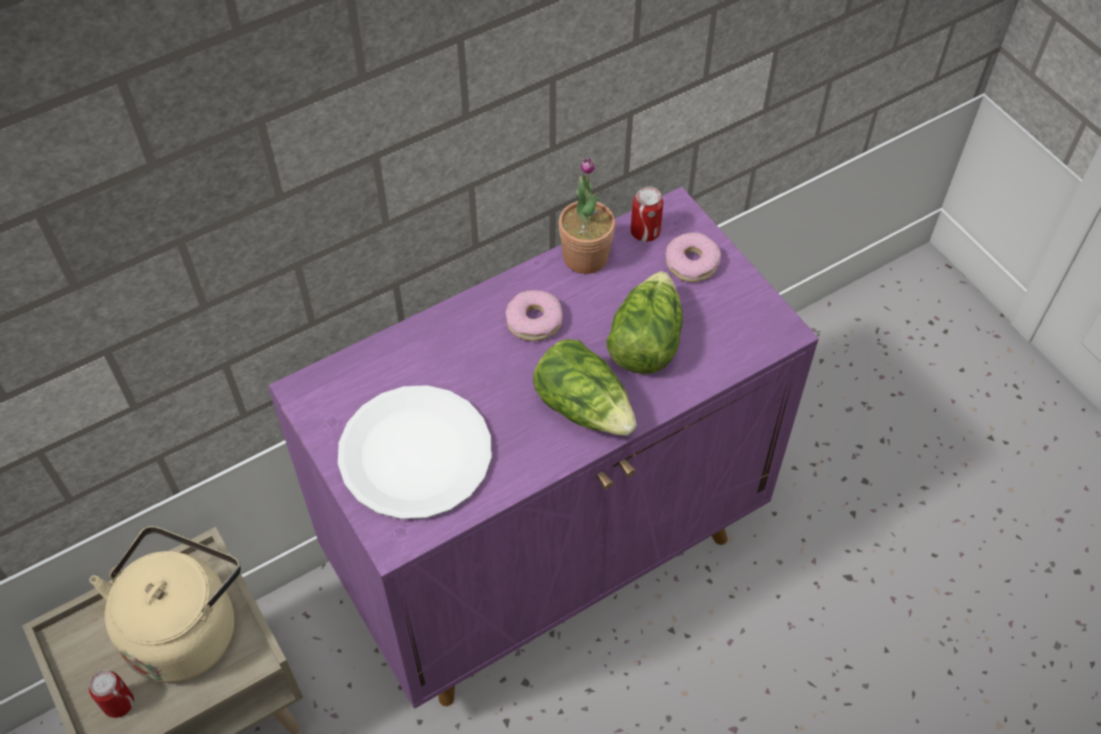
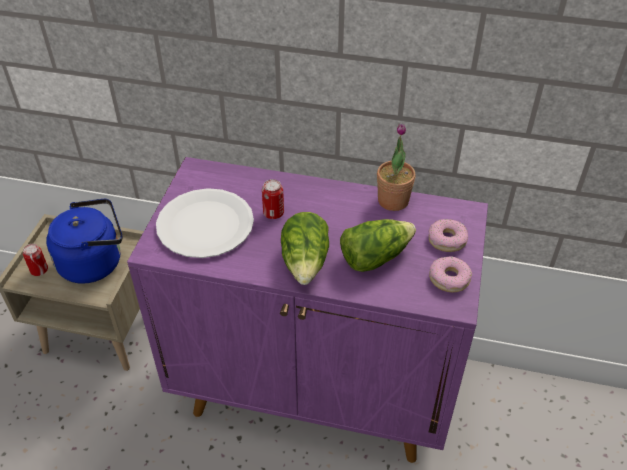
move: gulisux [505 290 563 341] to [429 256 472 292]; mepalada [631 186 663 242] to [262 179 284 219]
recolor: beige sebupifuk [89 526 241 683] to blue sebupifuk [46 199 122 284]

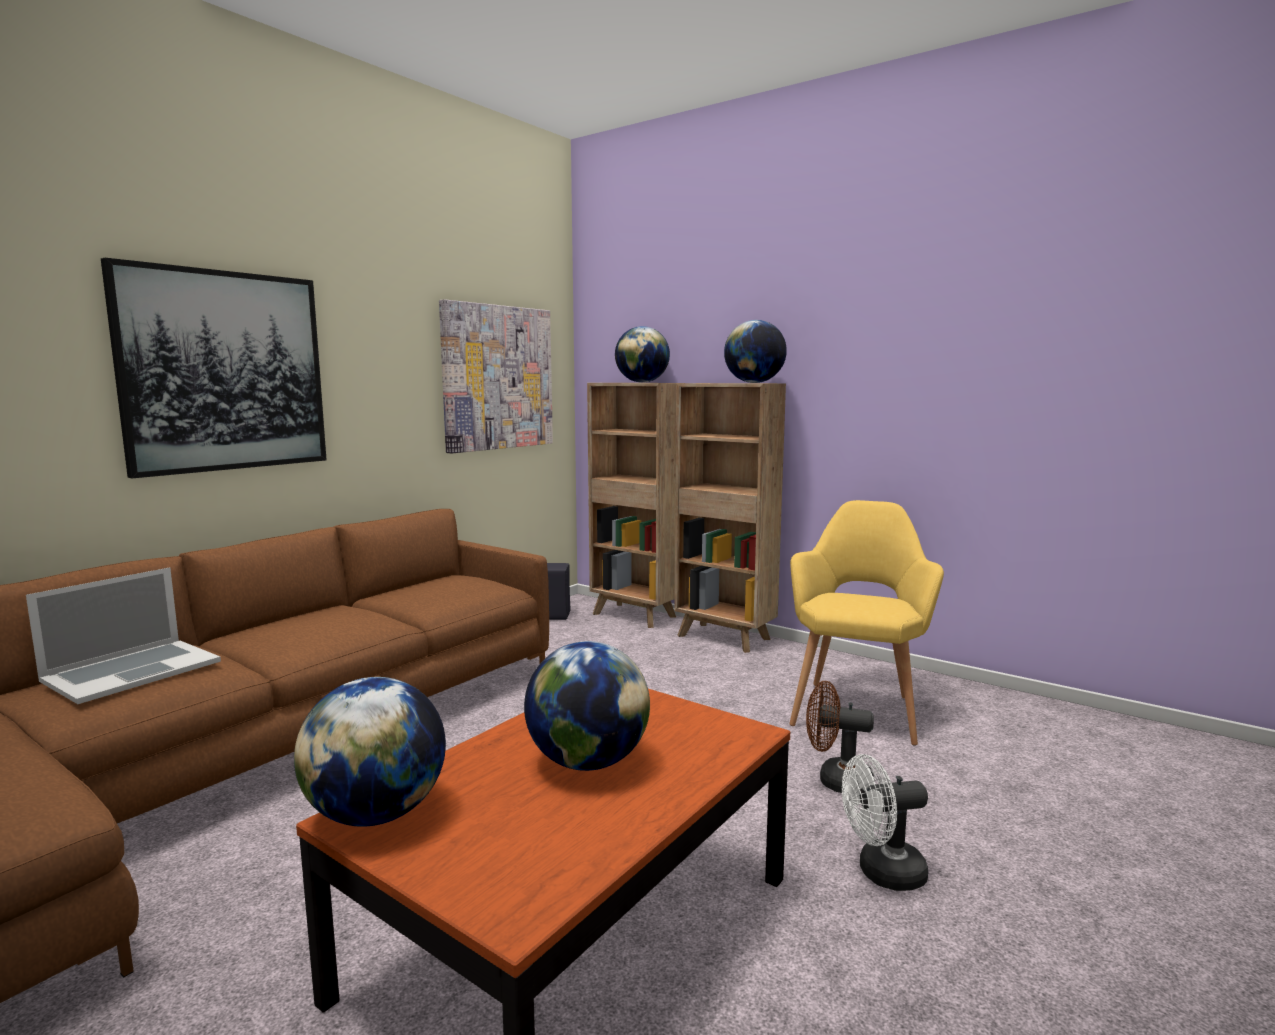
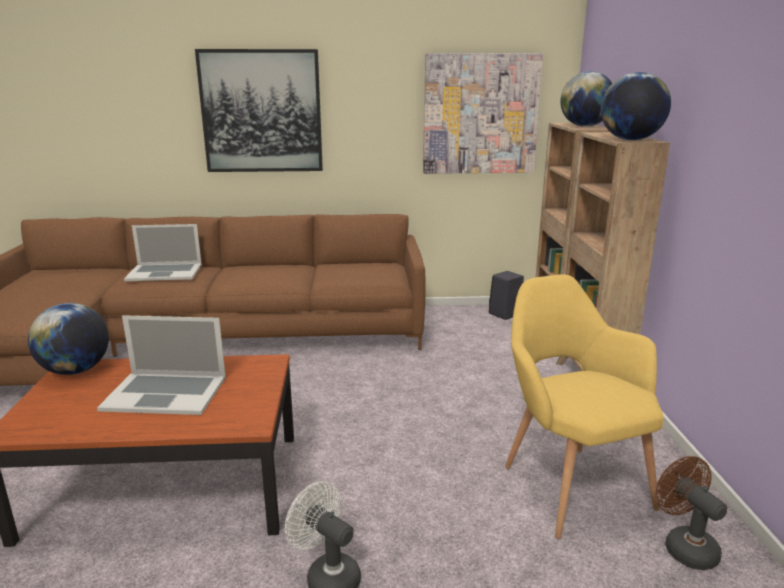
move: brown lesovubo [806 681 874 793] to [655 456 727 570]
replace: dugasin [524 641 650 771] to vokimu [97 315 226 415]
rotate: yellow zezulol [790 500 944 746] = [505 274 664 539] 90 degrees counterclockwise

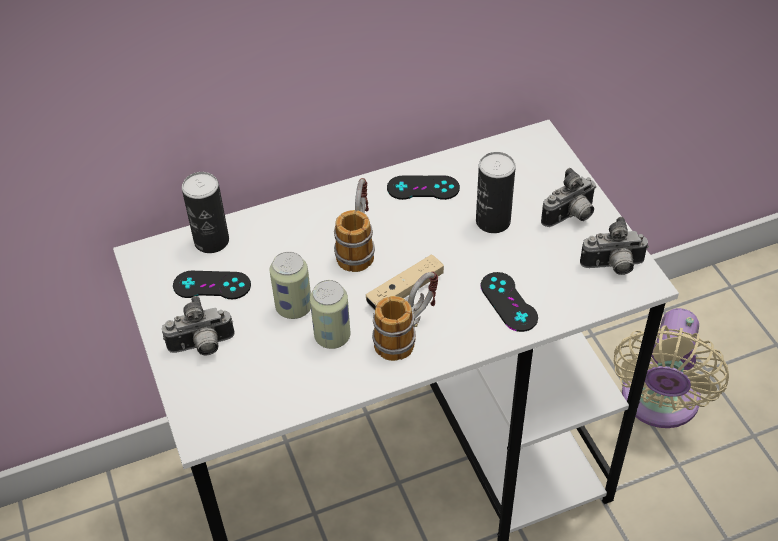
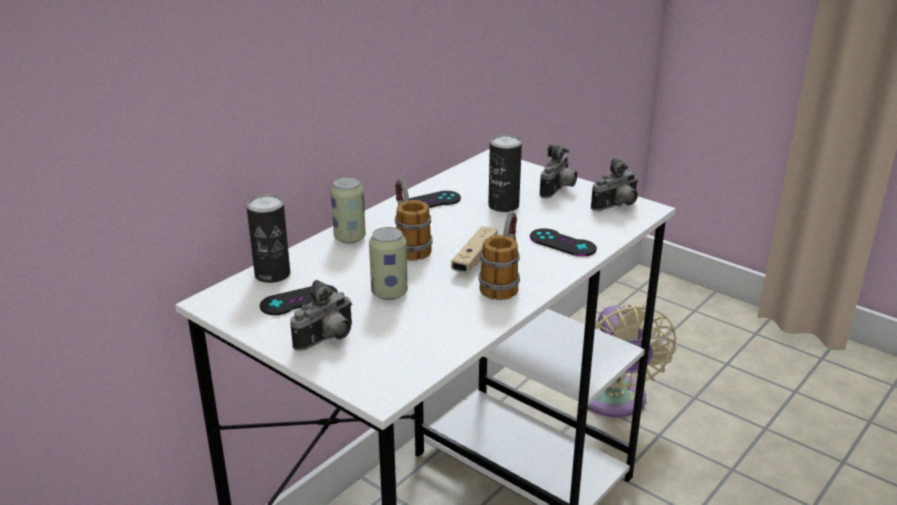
move: mepalada [310 280 350 349] to [331 177 366 243]

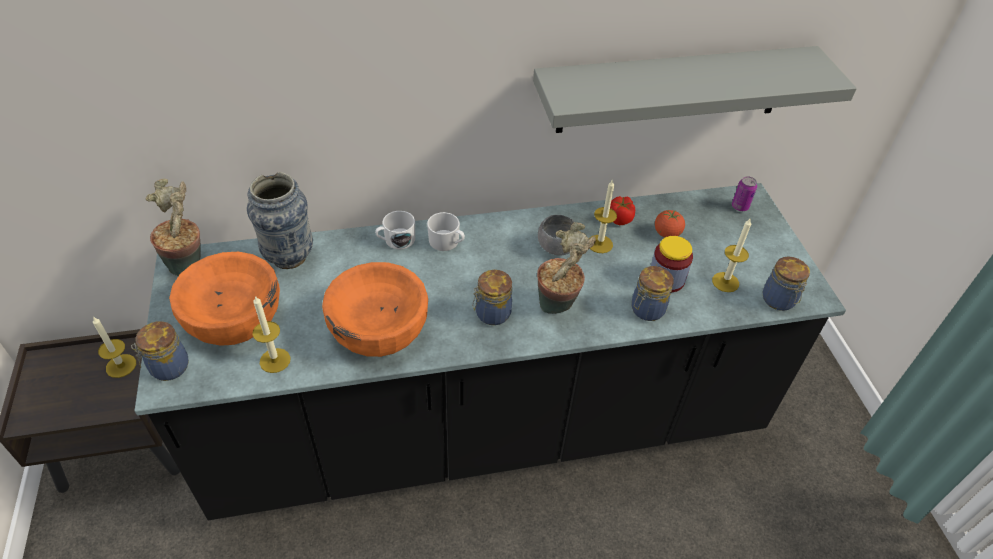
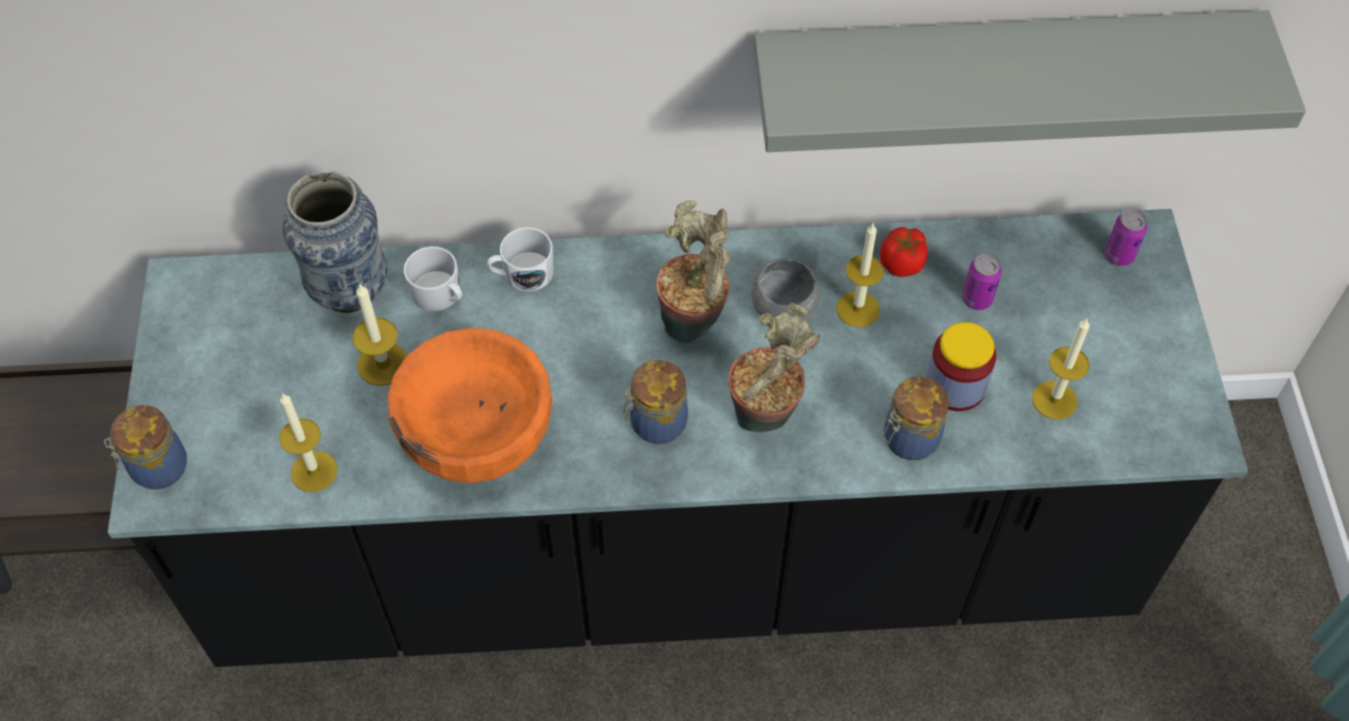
delete: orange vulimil [169 252 280 346]; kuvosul [763 257 810 311]
move: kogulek [93 317 136 378] to [352 283 407 386]; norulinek [146 179 201 276] to [656 200 730 343]; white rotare [427 212 465 251] to [403 246 462 311]
replace: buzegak [655 210 685 237] to mepalada [962 254 1002 310]

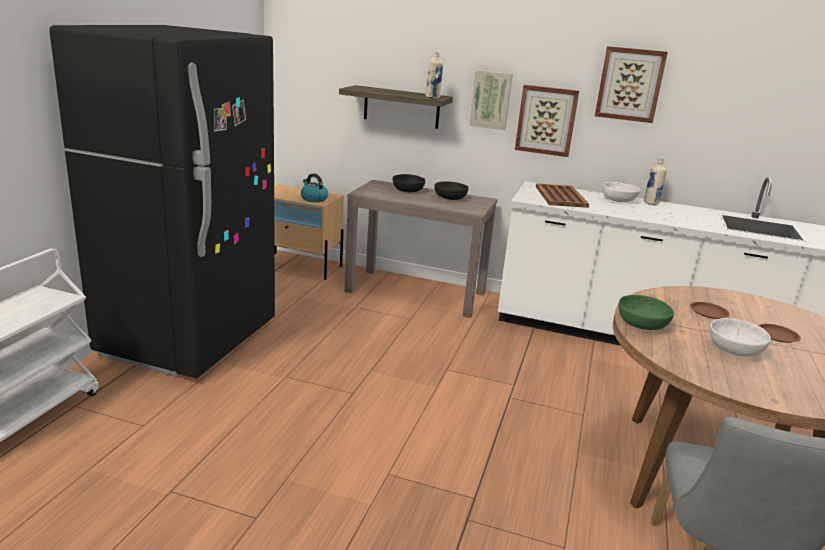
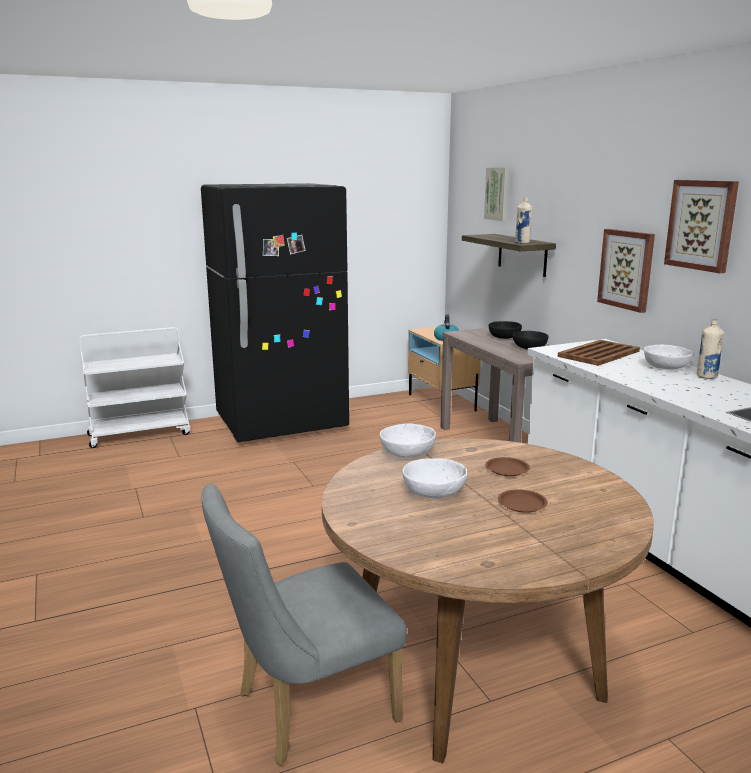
move: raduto [469 70 513 130] to [484 167 510 221]
recolor: green vulimil [619 295 674 330] to white vulimil [380 424 436 458]

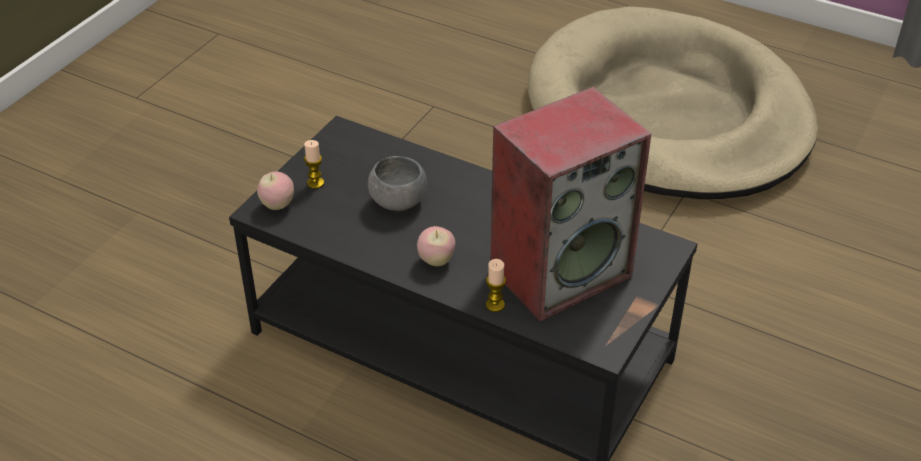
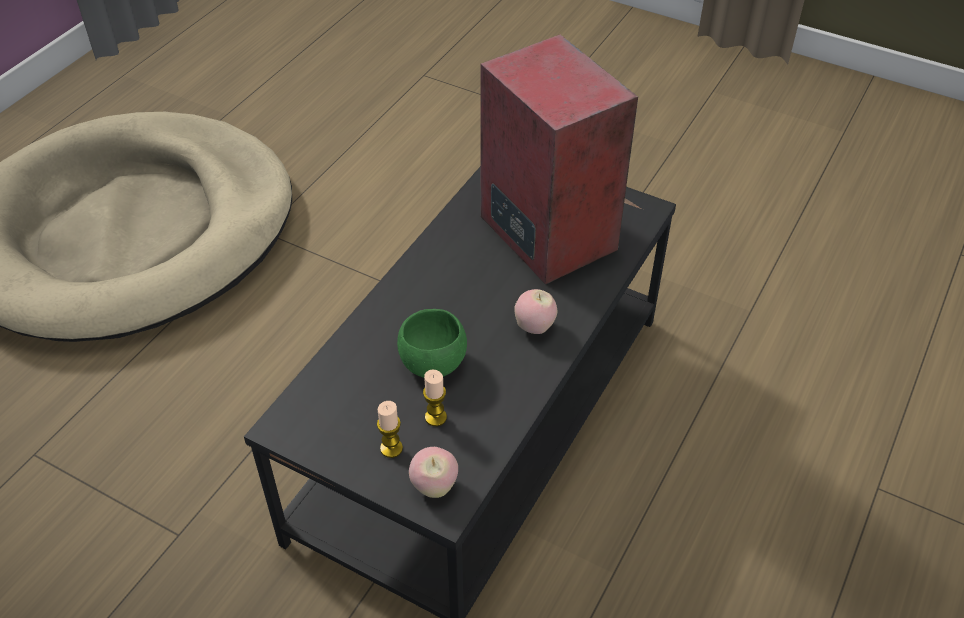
move: kogulek [486 259 506 312] to [423 370 447 426]
recolor: grey vulimil [368 156 427 211] to green vulimil [397 309 467 378]

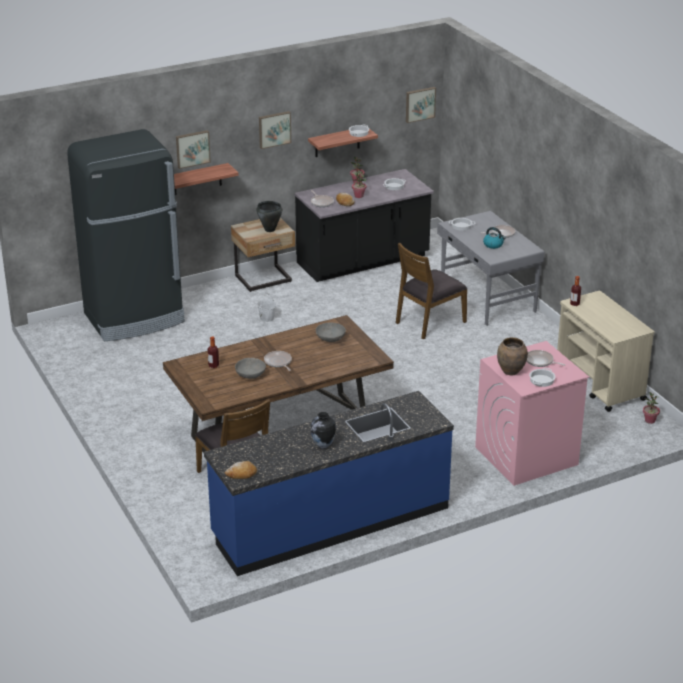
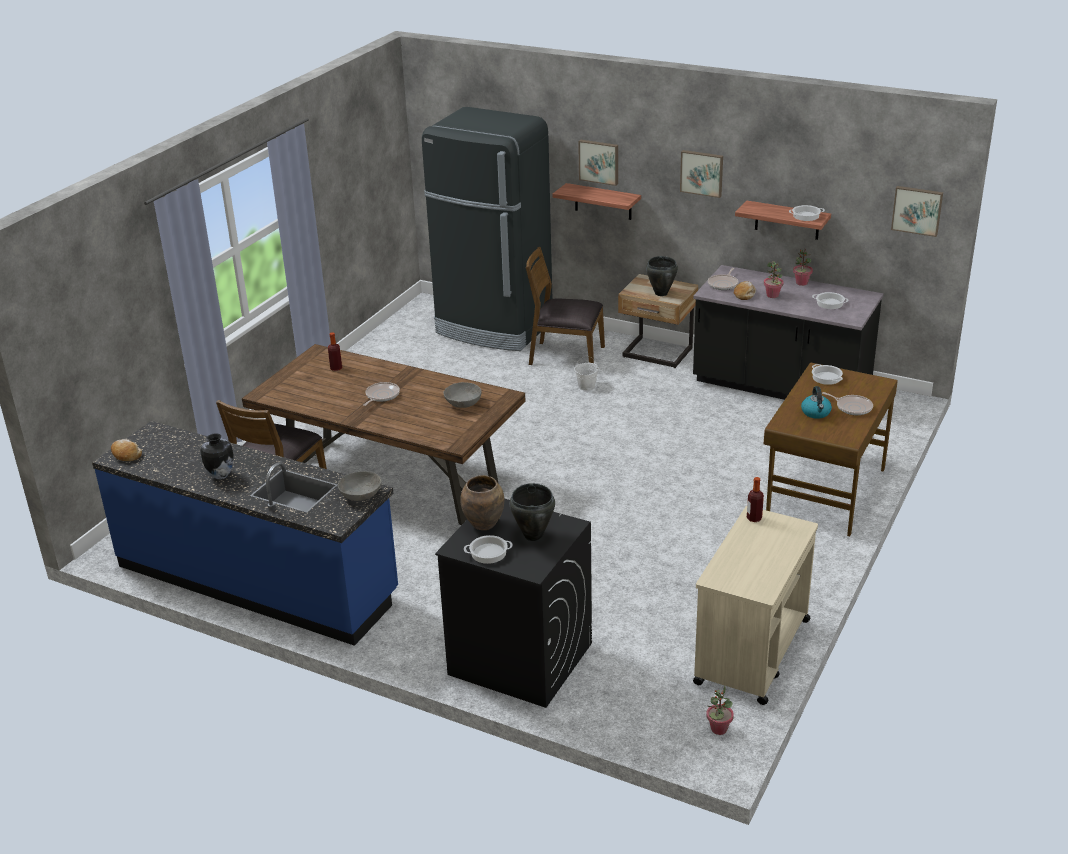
move: grey vulimil [235 358 266 379] to [338 471 382 501]; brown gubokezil [396 243 468 339] to [526 247 605 365]
replace: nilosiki [526 350 565 367] to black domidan [509 483 555 541]
recolor: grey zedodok [437 211 545 326] to brown zedodok [764 362 898 536]; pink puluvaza [475 341 589 486] to black puluvaza [435 499 592 708]

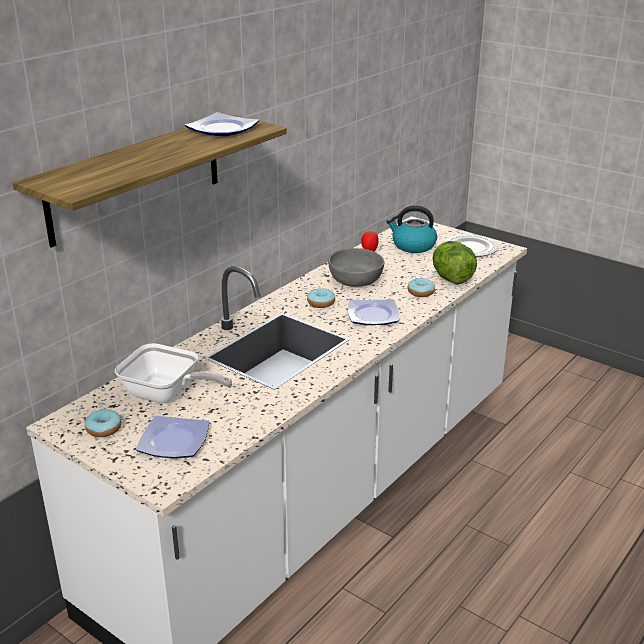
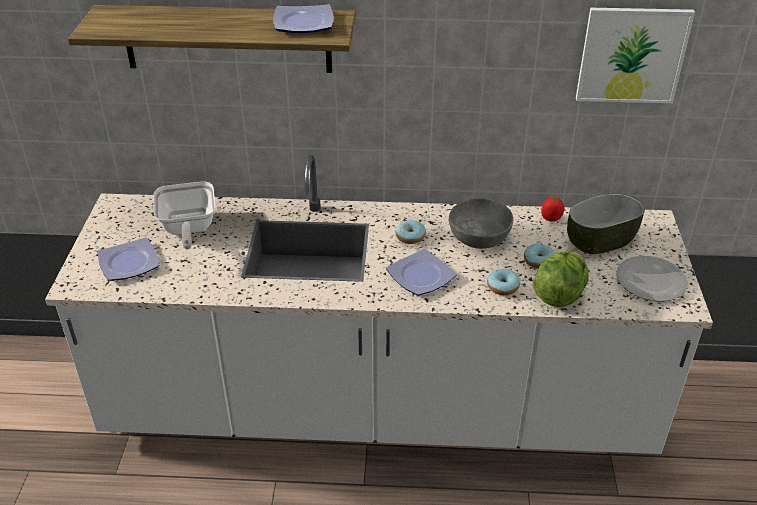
insert: raduto [576 8 695 103]
move: gulisux [85 410 122 437] to [524 244 555 269]
replace: sebupifuk [386 206 437 253] to vulimil [567 194 645 255]

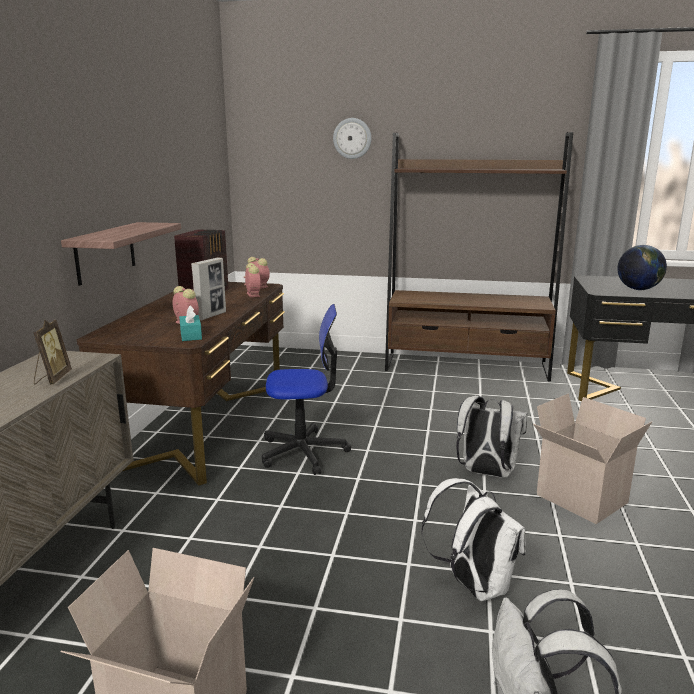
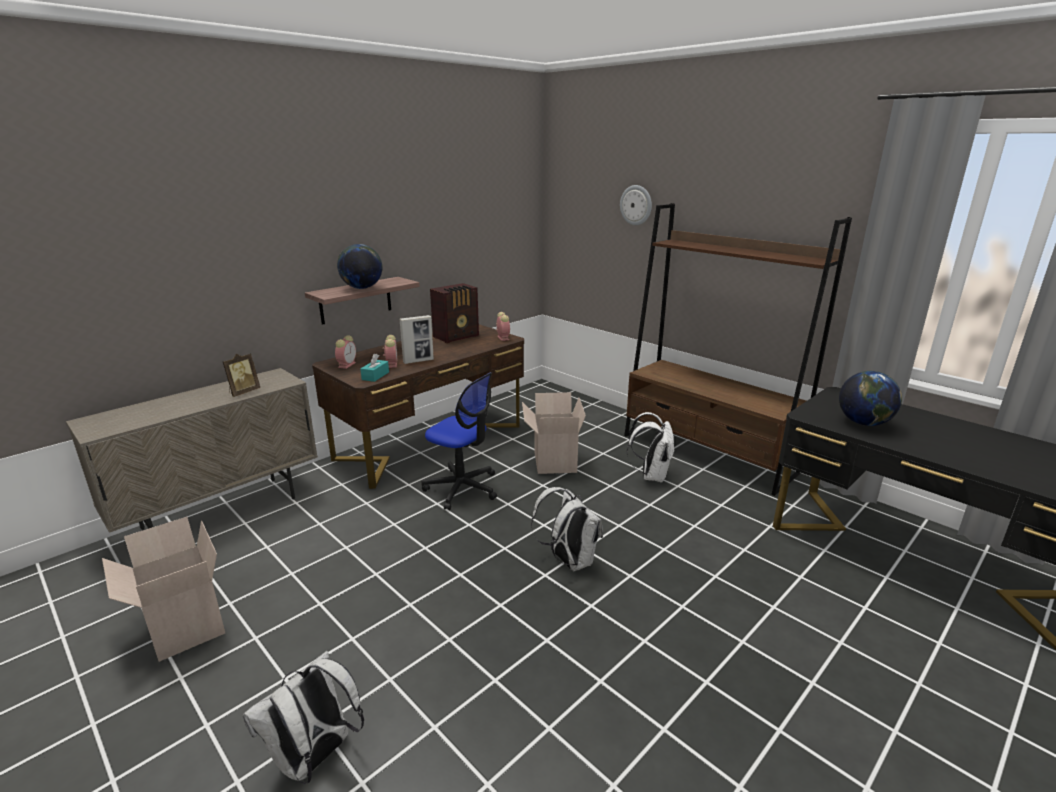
insert: dugasin [337 244 383 289]
move: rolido [244 263 261 297] to [335 335 356 369]; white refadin [421 478 526 601] to [627 412 675 483]; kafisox [533 394 652 524] to [522 392 586 474]

